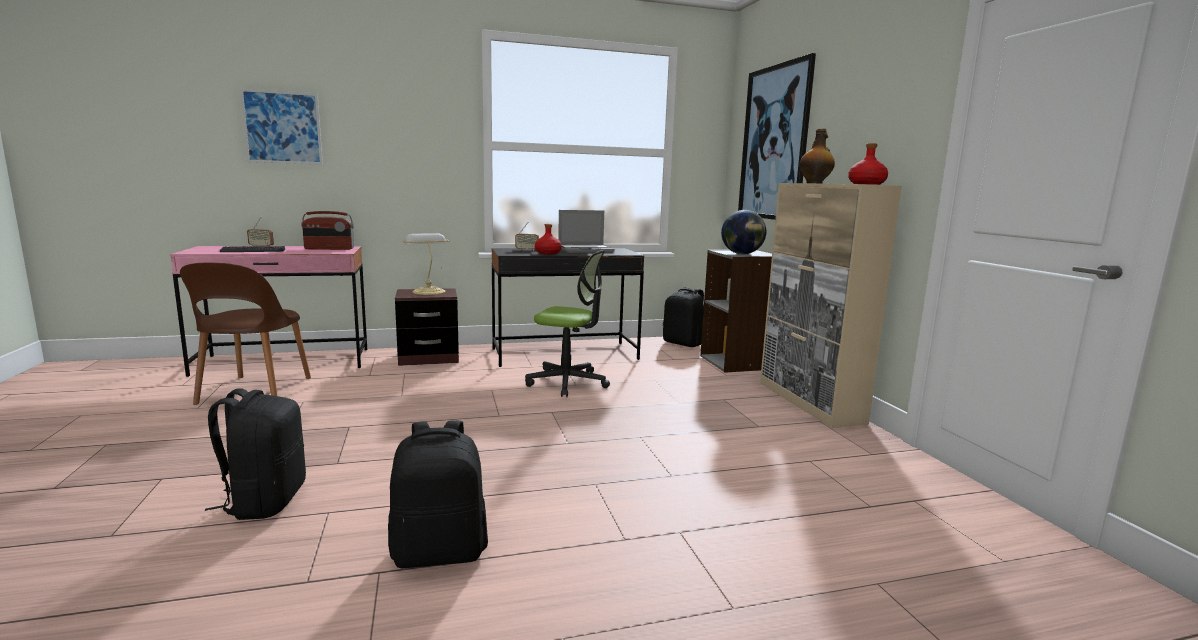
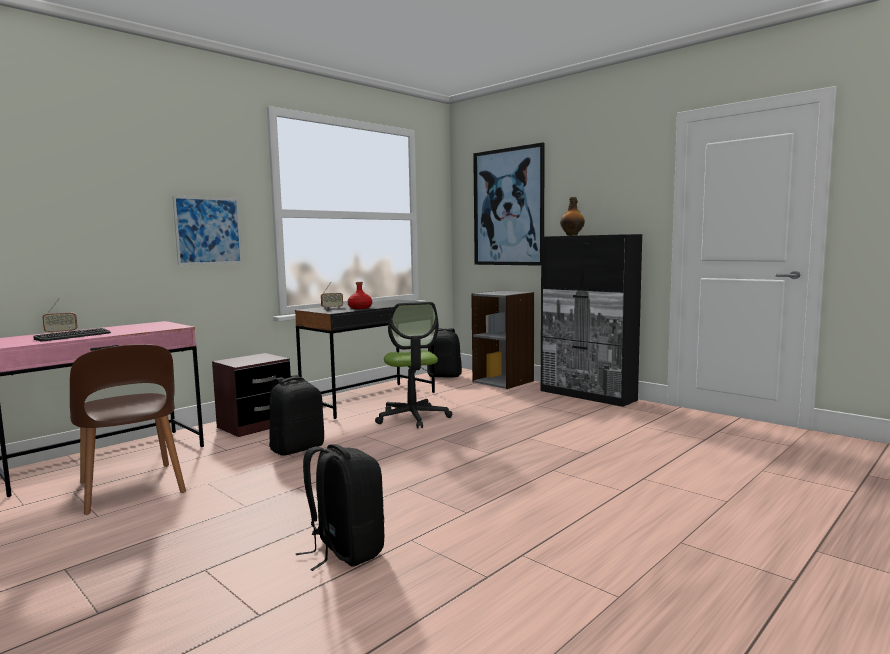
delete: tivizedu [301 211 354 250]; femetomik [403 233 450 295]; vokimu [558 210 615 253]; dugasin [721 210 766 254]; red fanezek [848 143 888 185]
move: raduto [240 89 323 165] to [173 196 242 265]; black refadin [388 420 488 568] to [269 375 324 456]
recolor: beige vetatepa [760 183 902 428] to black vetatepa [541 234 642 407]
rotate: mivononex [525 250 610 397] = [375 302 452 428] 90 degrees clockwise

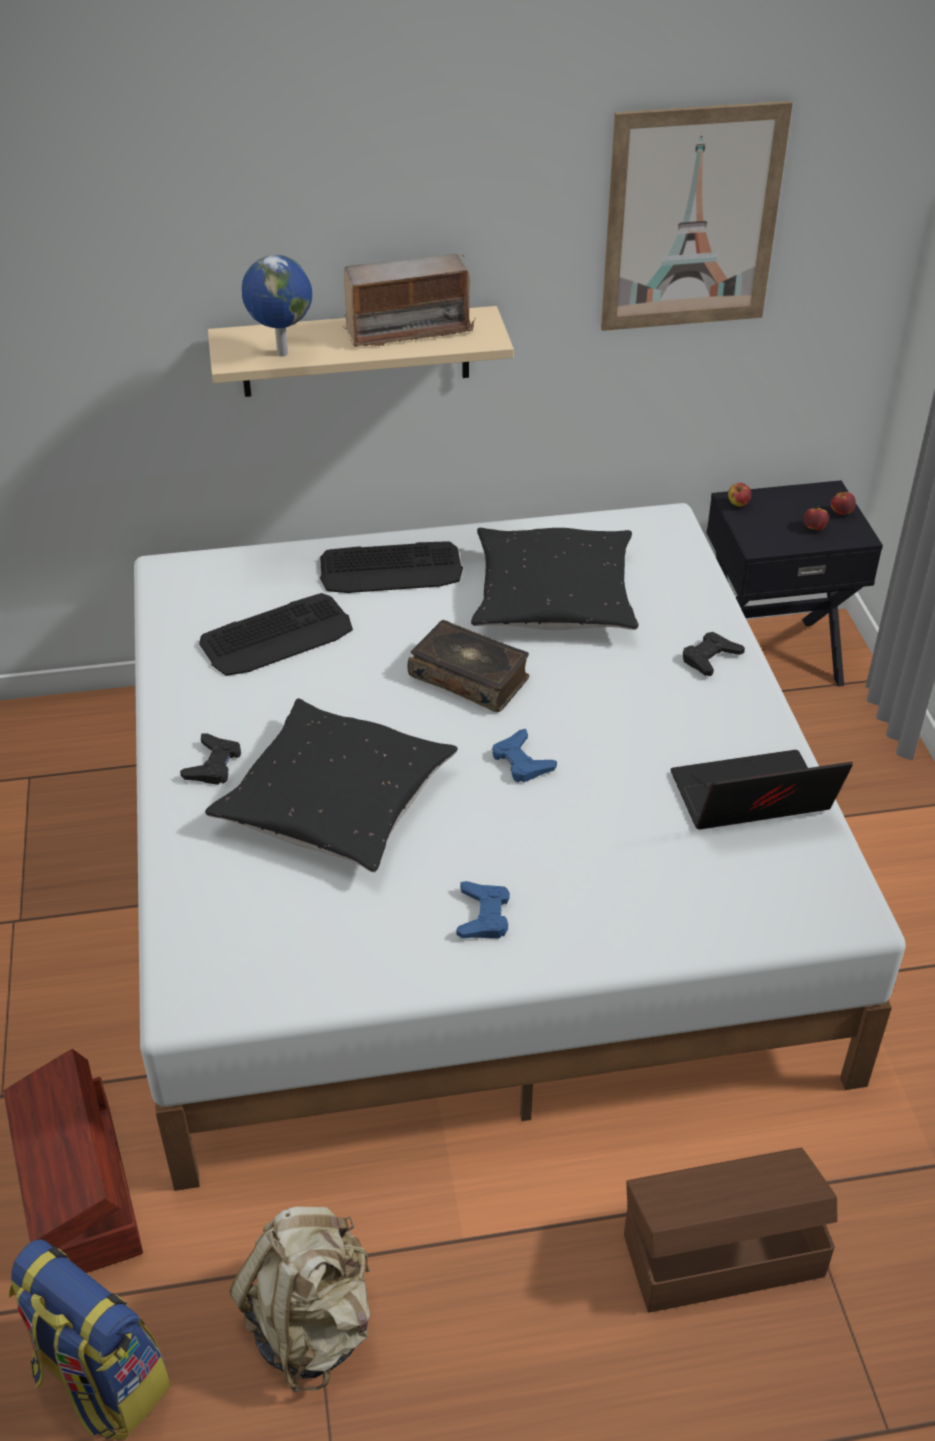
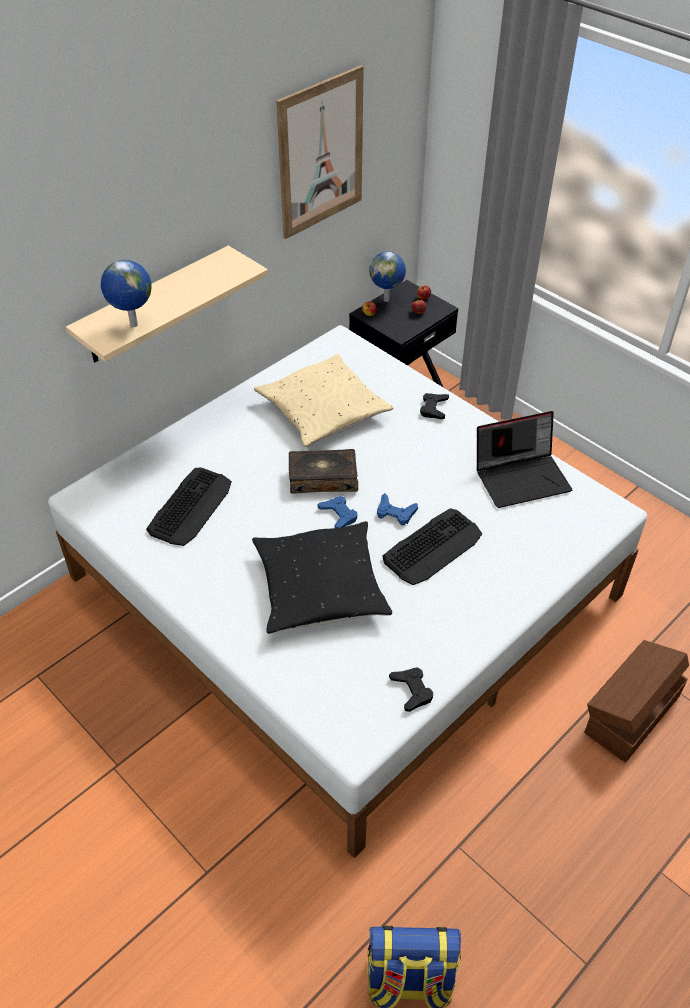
delete: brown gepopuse [3 1049 143 1273]; beige refadin [229 1206 370 1392]; tivizedu [344 254 475 347]
insert: dugasin [369 252 406 302]
move: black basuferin [180 733 241 785] to [389 667 433 712]; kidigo [320 541 463 593] to [382 508 482 585]; blue basuferin [456 881 510 939] to [318 496 358 528]
recolor: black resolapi [471 528 639 630] to beige resolapi [254 354 393 447]
rotate: vokimu [671 750 853 829] = [477 411 572 508] 150 degrees counterclockwise

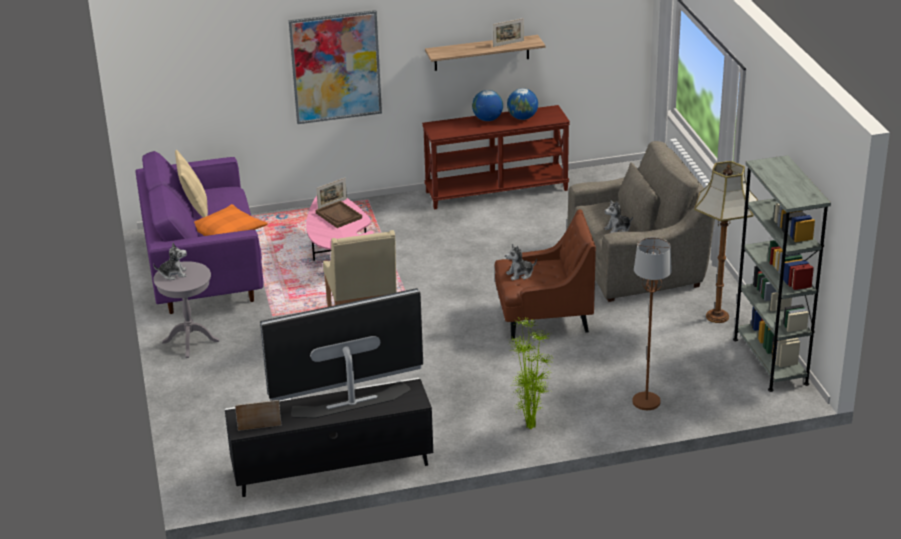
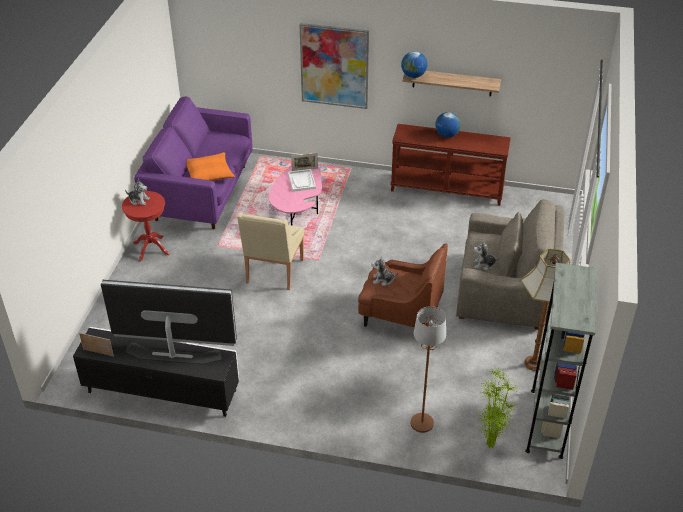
delete: beige resolapi [175 150 208 217]; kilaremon [493 18 524 47]
move: dugasin [507 88 538 120] to [401 51 427 78]; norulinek [510 318 554 429] to [477 367 516 448]
recolor: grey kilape [153 261 219 358] to red kilape [122 191 170 262]; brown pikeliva [316 201 362 228] to white pikeliva [288 169 316 192]

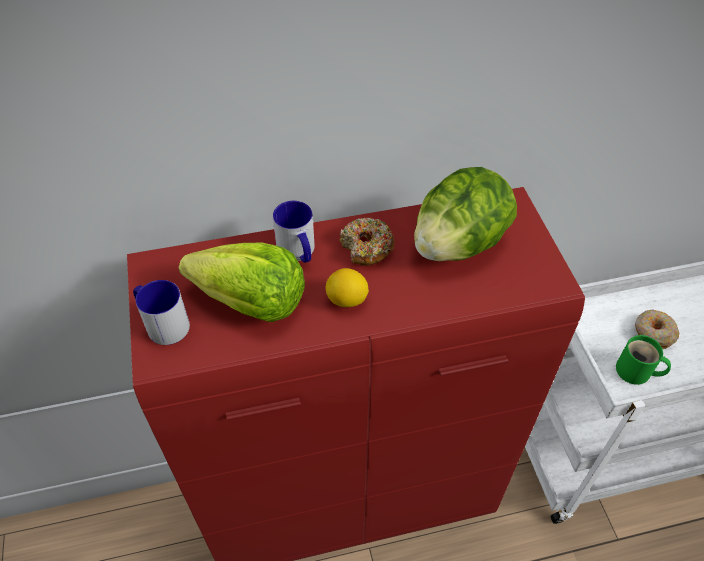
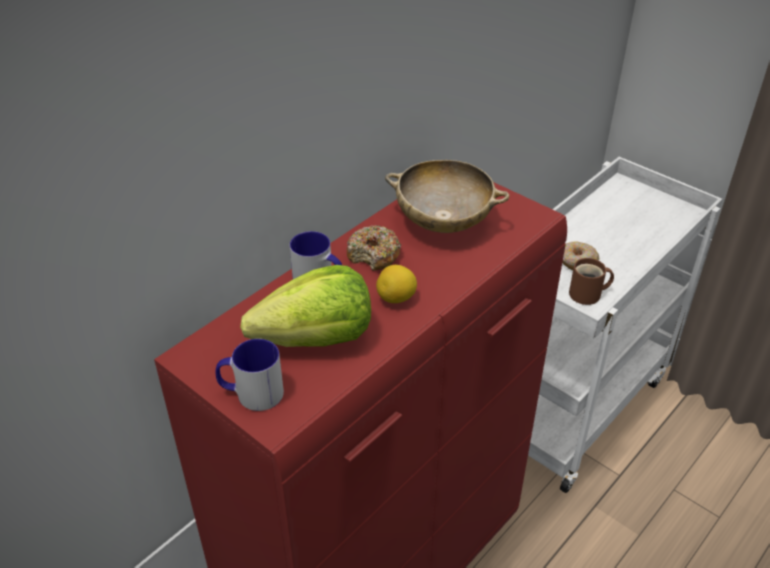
replace: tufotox [414 167 517 261] to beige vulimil [385 160 509 233]
recolor: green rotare [616 335 671 385] to brown rotare [569 258 614 305]

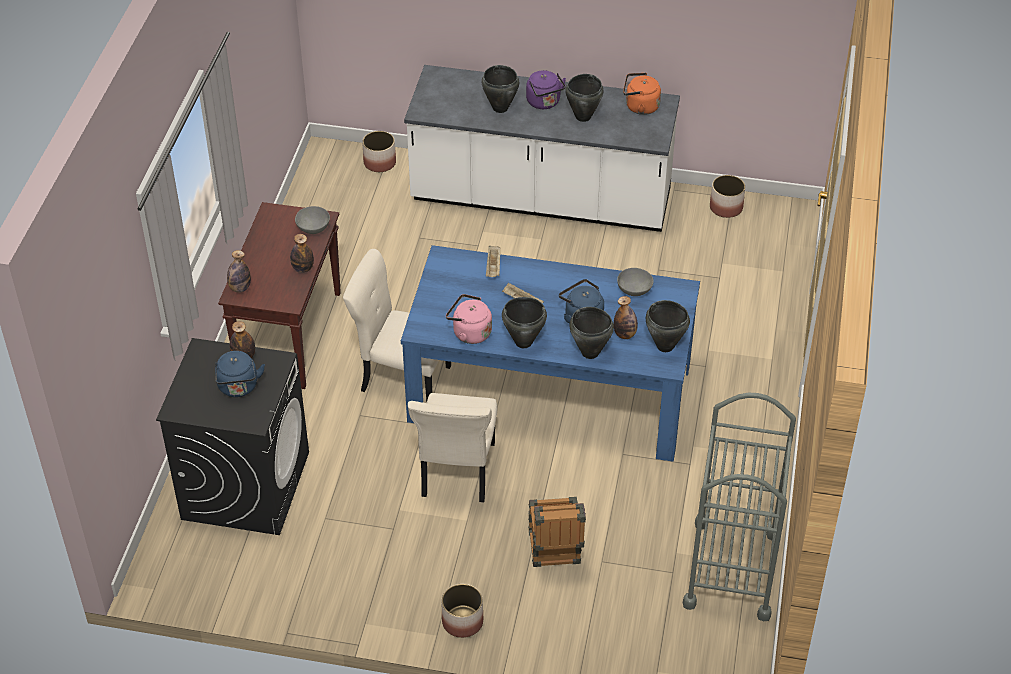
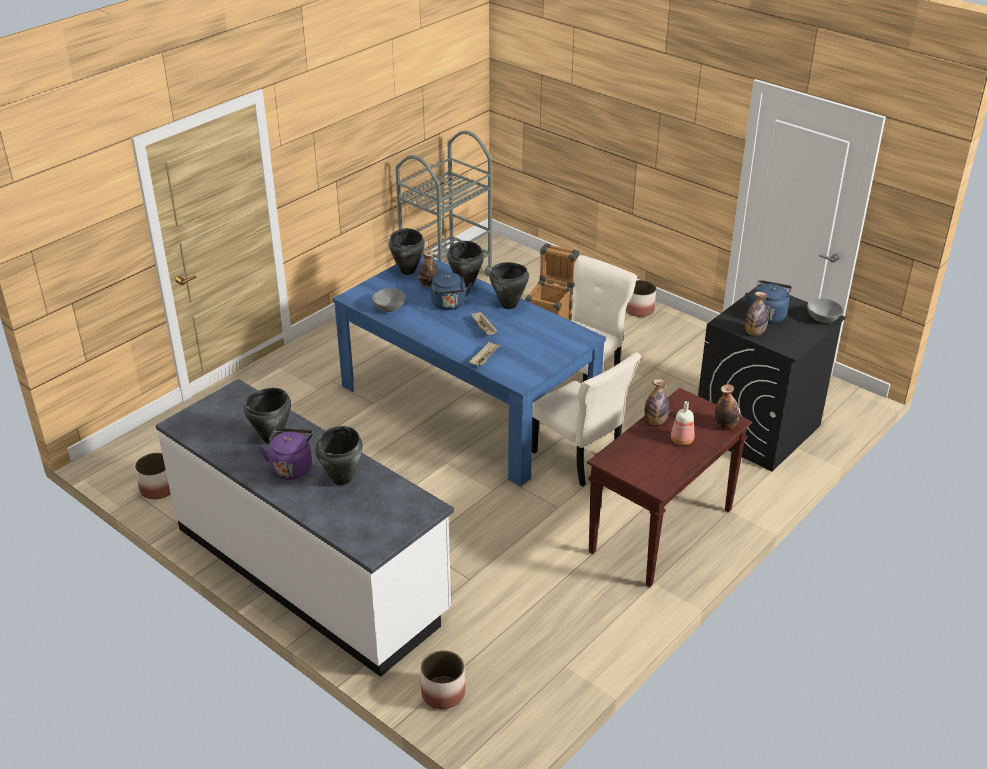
delete: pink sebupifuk [446 294 492 344]; orange sebupifuk [623 73 661 115]
insert: fanezek [671 401 695 445]
move: grey vulimil [295 206 330 234] to [807 298 843 323]

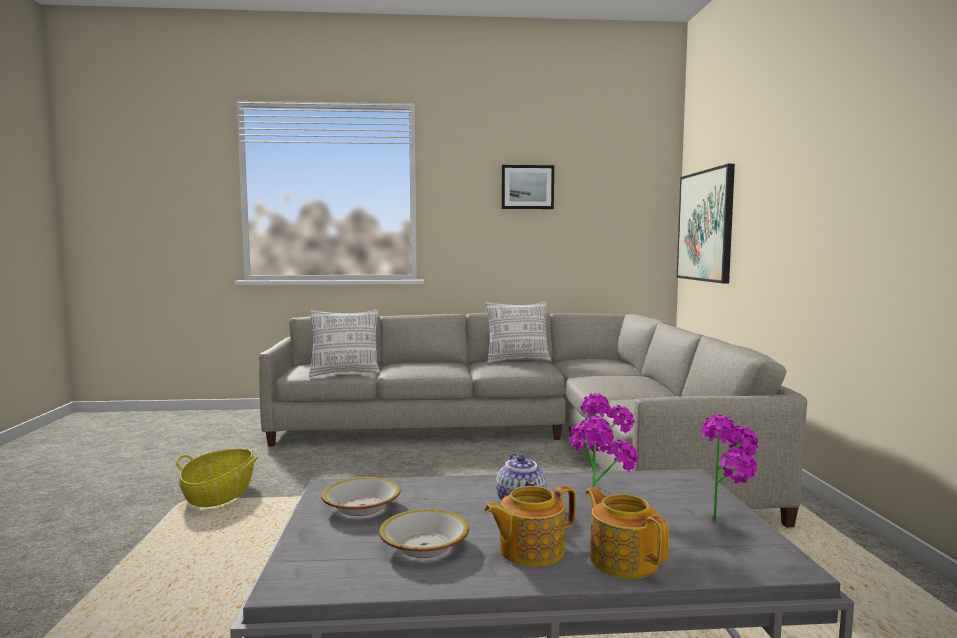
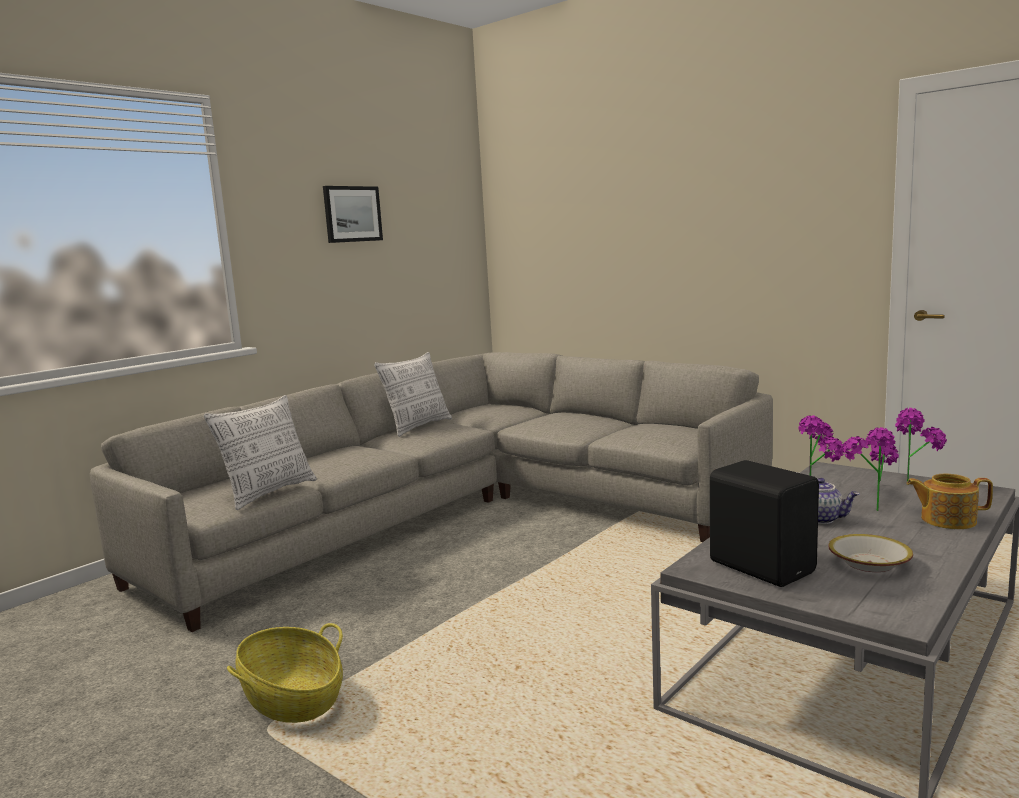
delete: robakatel [484 486 576 567]; raduto [677 164 735 283]
replace: vulimil [321 477 401 516] to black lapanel [710 460 819 587]

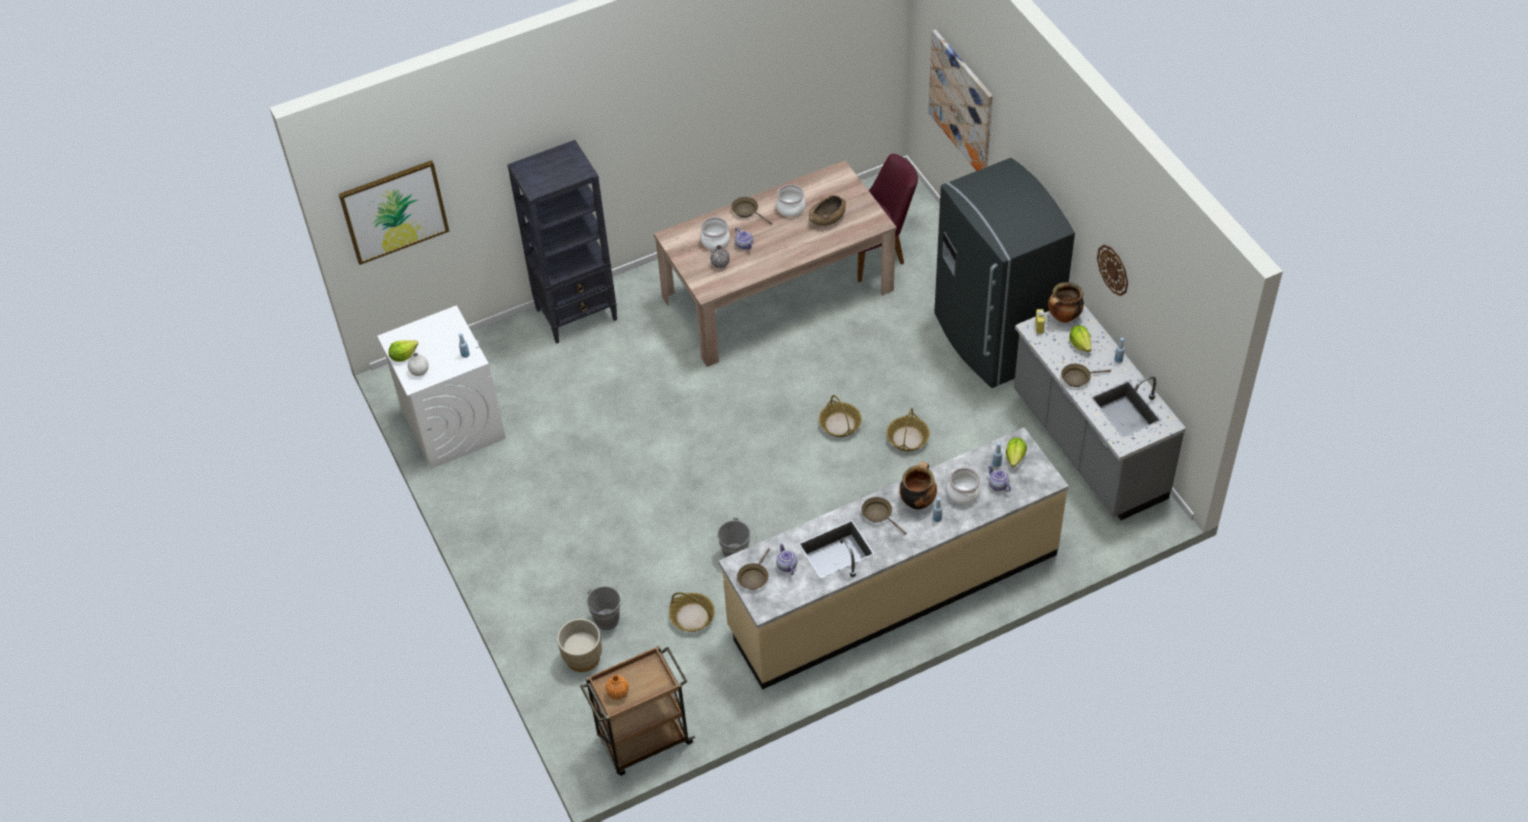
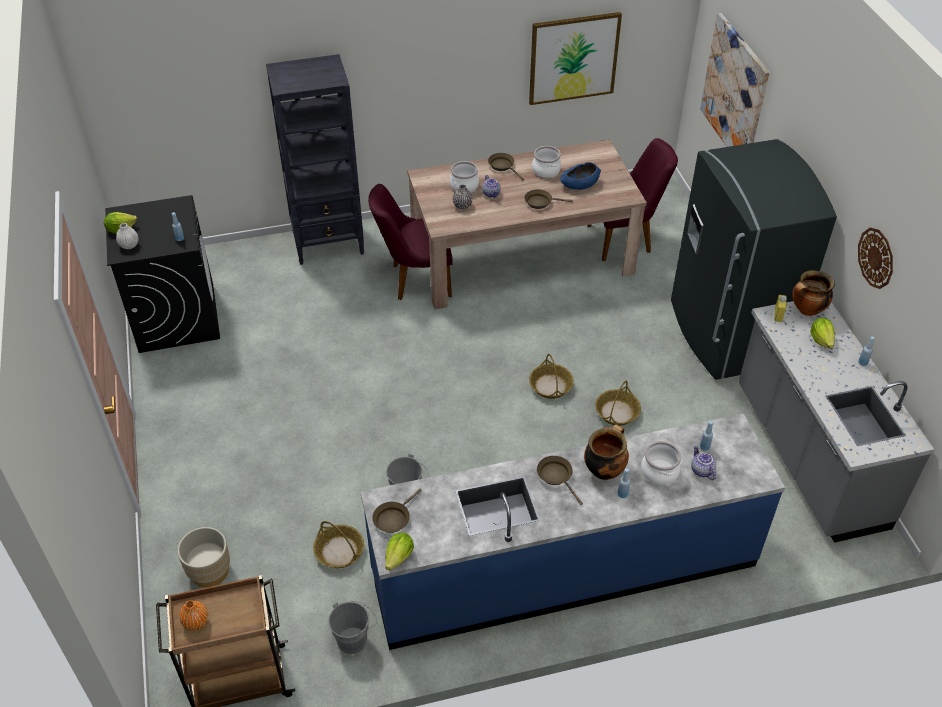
delete: robakatel [776 543 797 575]
insert: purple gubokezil [368 184 453 300]
move: raduto [339 160 449 265] to [529 12 622 105]; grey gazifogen [587 586 626 630] to [328 601 377 654]; tufotox [1006 437 1027 467] to [385 533 414 570]; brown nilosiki [1061 364 1111 387] to [524 189 573 209]
recolor: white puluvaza [377 306 506 469] to black puluvaza [105 195 220 353]; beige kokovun [718 428 1069 690] to blue kokovun [360 414 785 650]; brown vulimil [809 195 846 226] to blue vulimil [560 162 601 190]

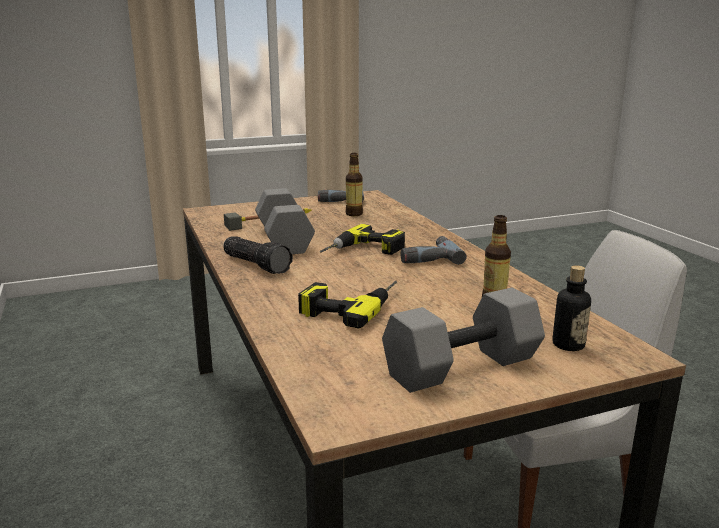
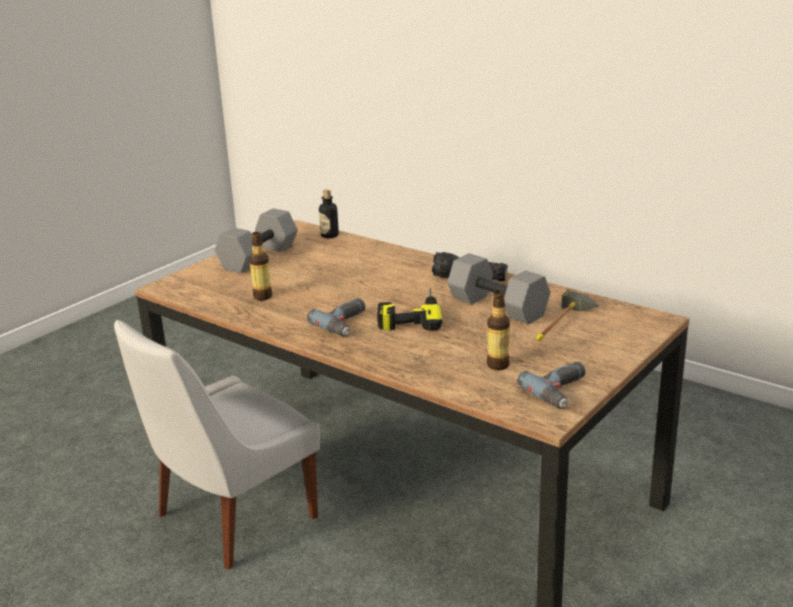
delete: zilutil [298 281 397 329]
move: fanezek [552 265 591 351] to [319 189 339 238]

